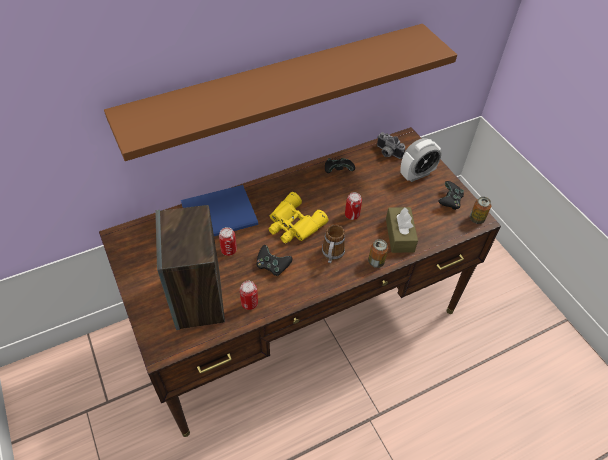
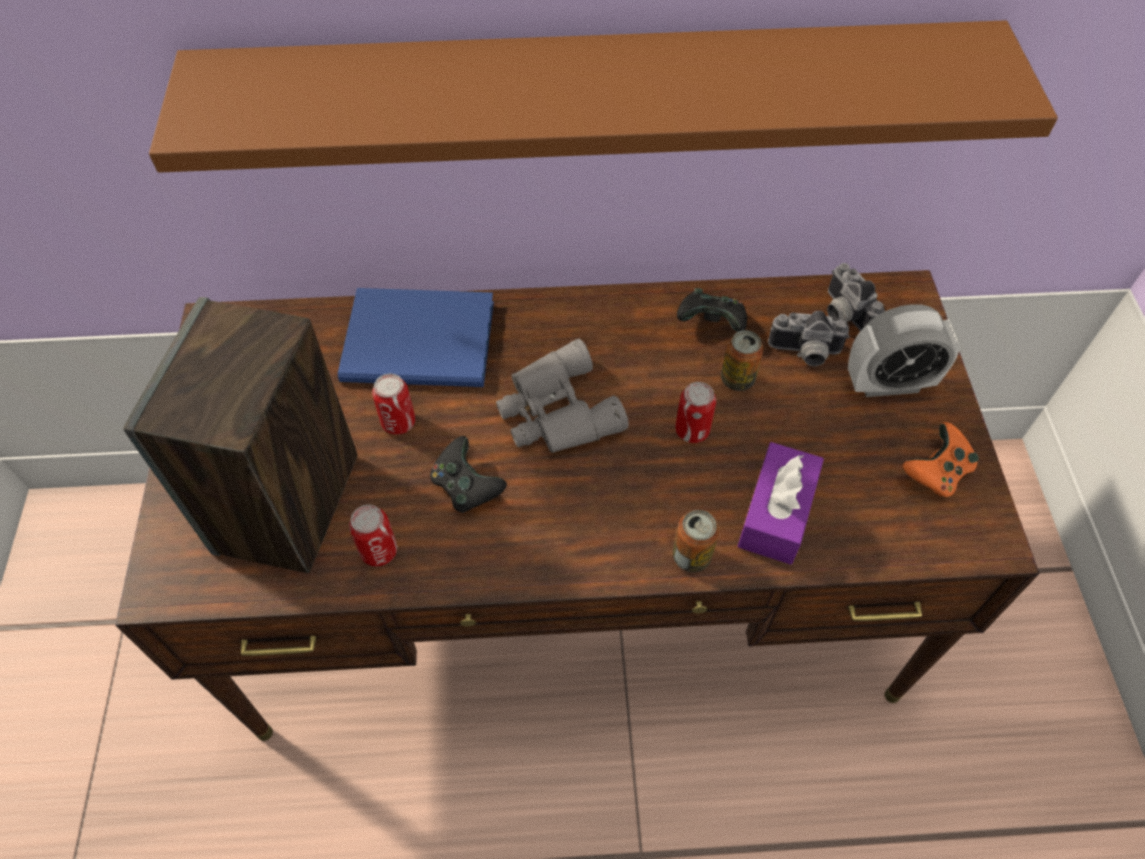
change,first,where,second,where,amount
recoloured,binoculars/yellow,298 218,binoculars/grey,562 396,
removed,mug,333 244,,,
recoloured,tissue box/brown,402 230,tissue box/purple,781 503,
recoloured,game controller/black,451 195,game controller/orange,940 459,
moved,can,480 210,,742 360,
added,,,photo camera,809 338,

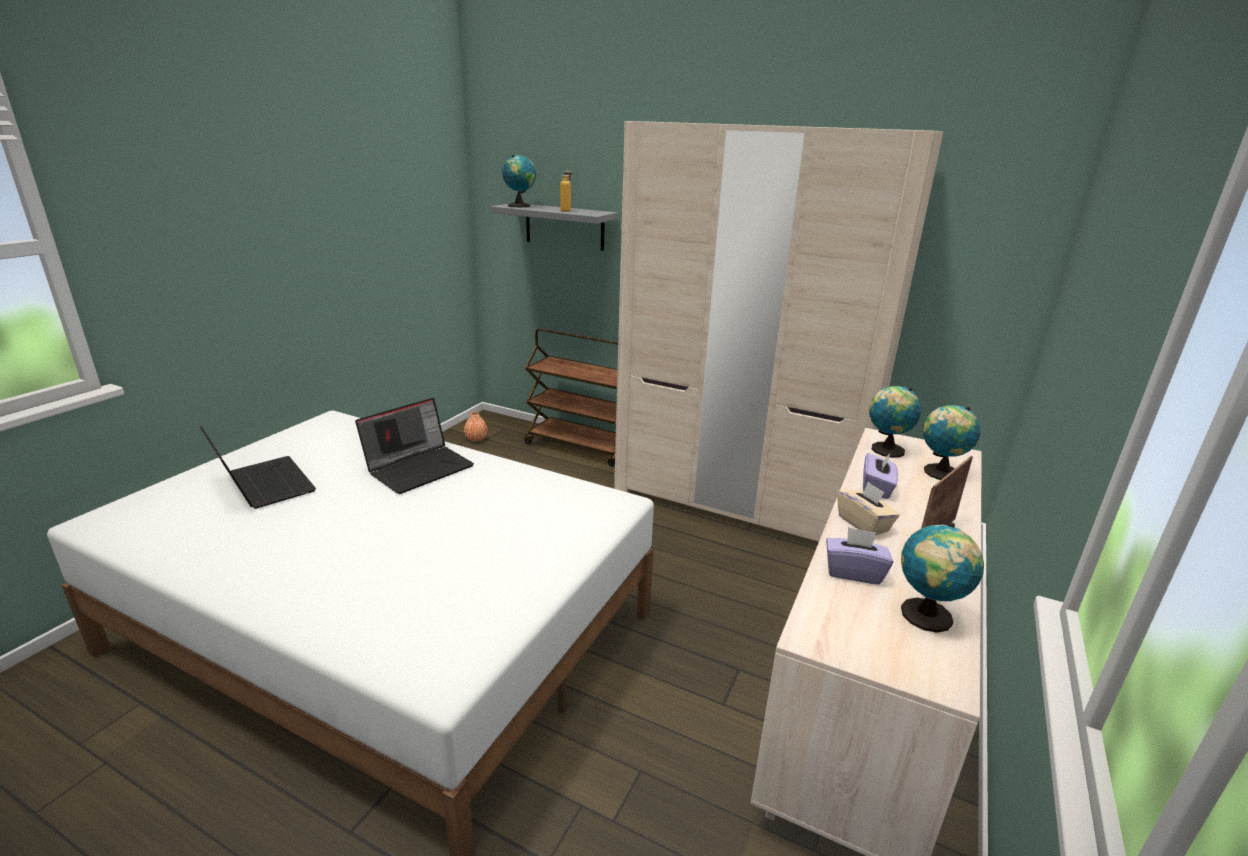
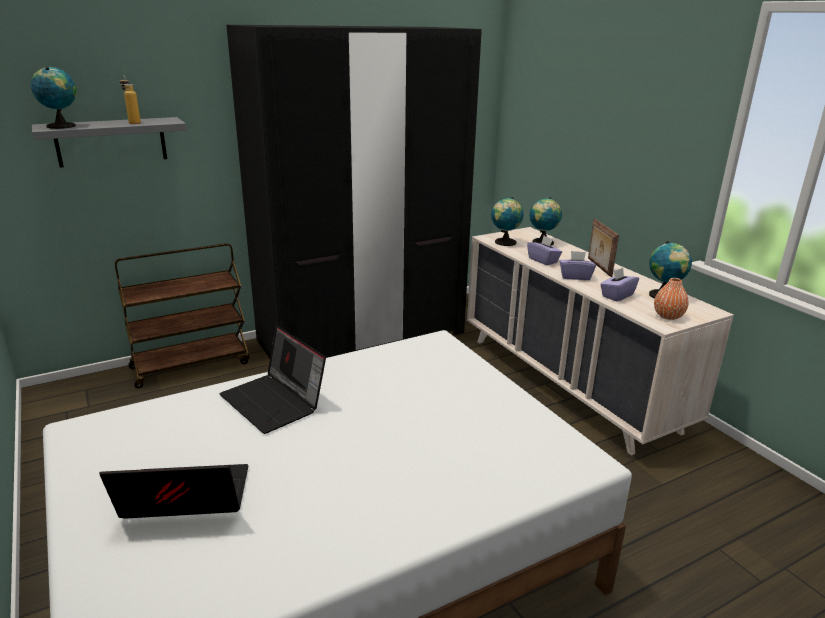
change,first,where,second,where,amount
turned,laptop,414 446,,272 379,150 degrees clockwise
moved,vase/orange,475 427,,671 299,
recoloured,wardrobe/beige,778 331,wardrobe/black,354 192,
recoloured,tissue box/beige,868 508,tissue box/purple,578 265,

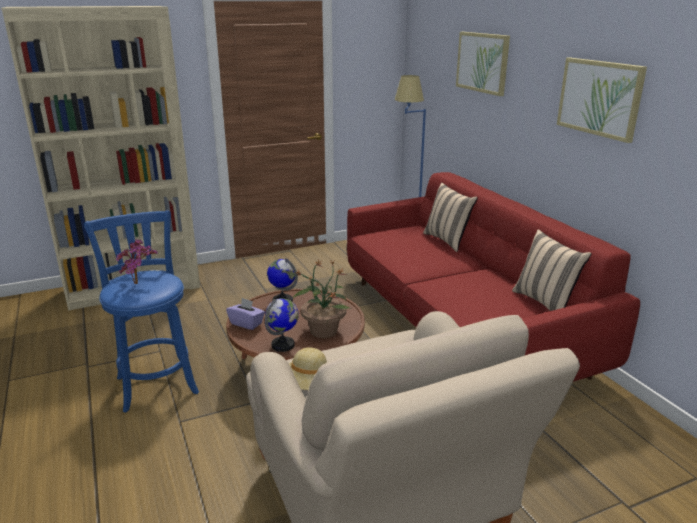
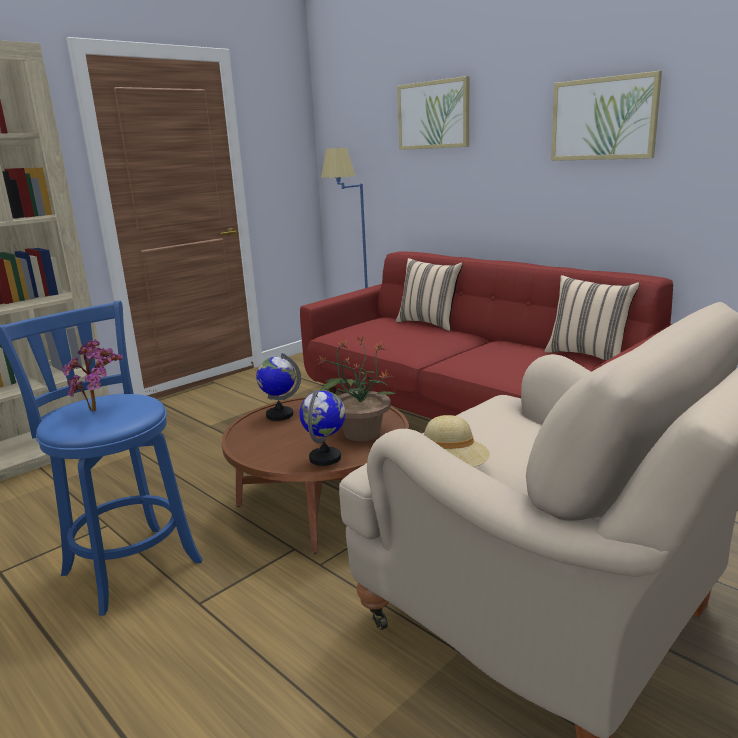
change,first,where,second,where,amount
removed,tissue box/purple,245 314,,,

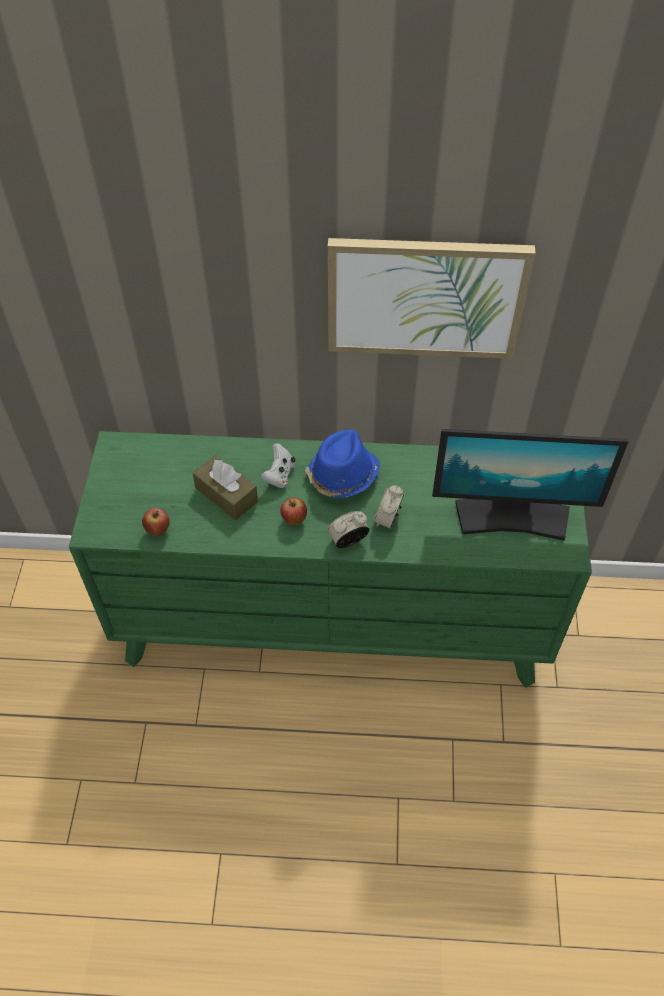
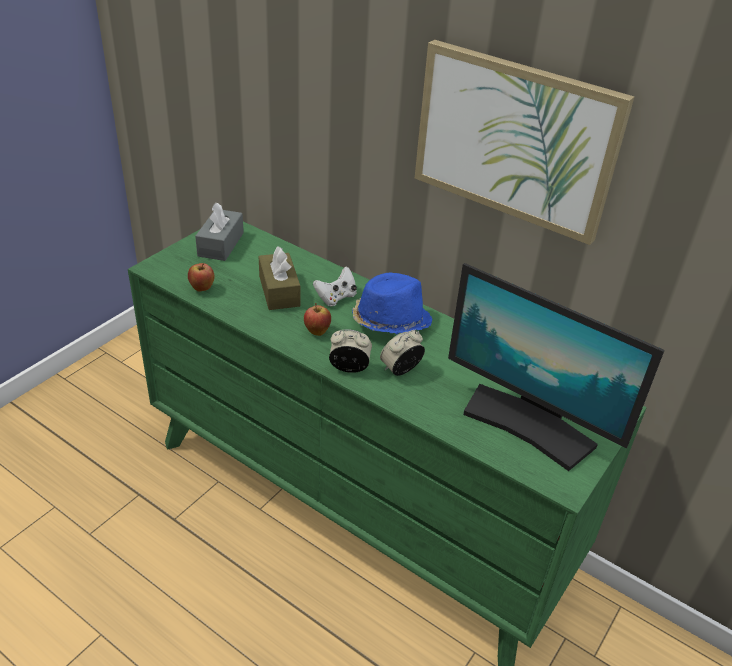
change,first,where,second,where,amount
added,,,tissue box/grey,219 231,

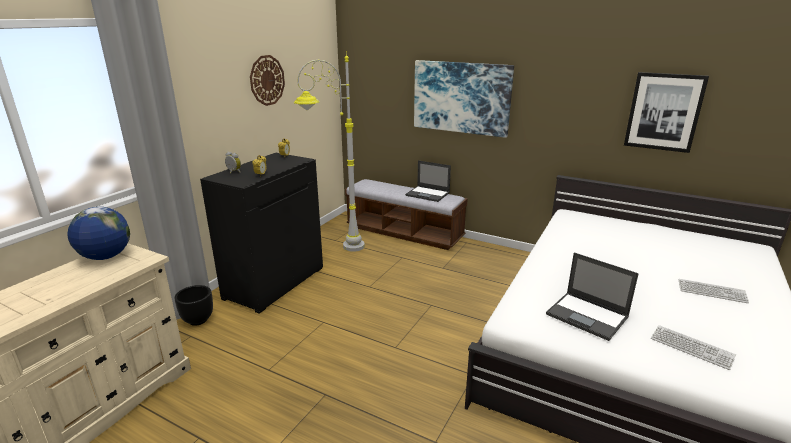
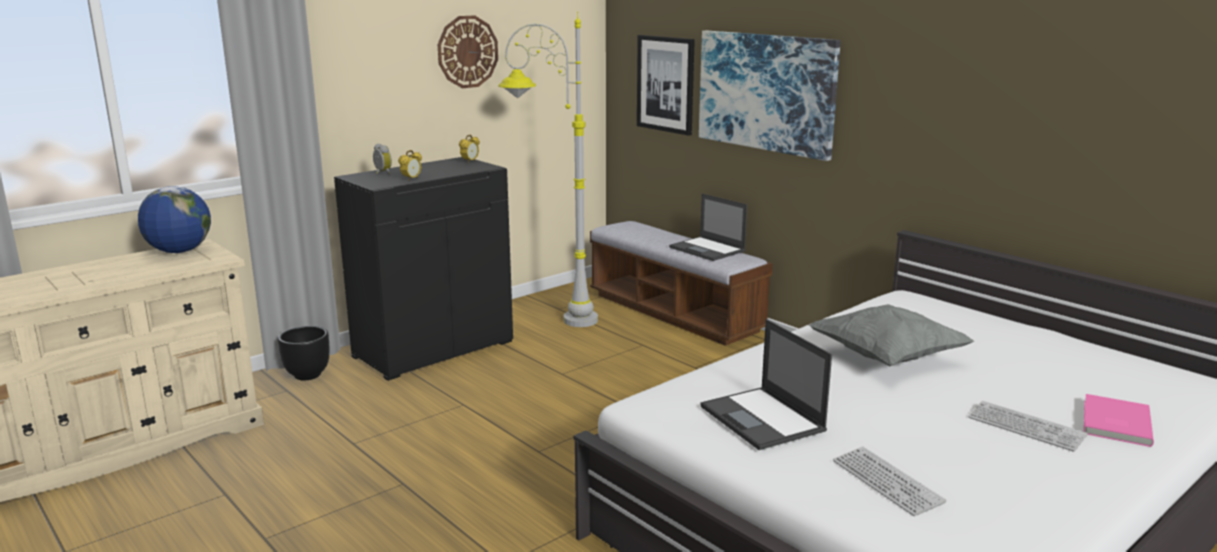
change,first,where,second,where,amount
moved,picture,666 112,,666 85,
added,,,pillow/grey,891 335,
added,,,book/pink,1119 420,

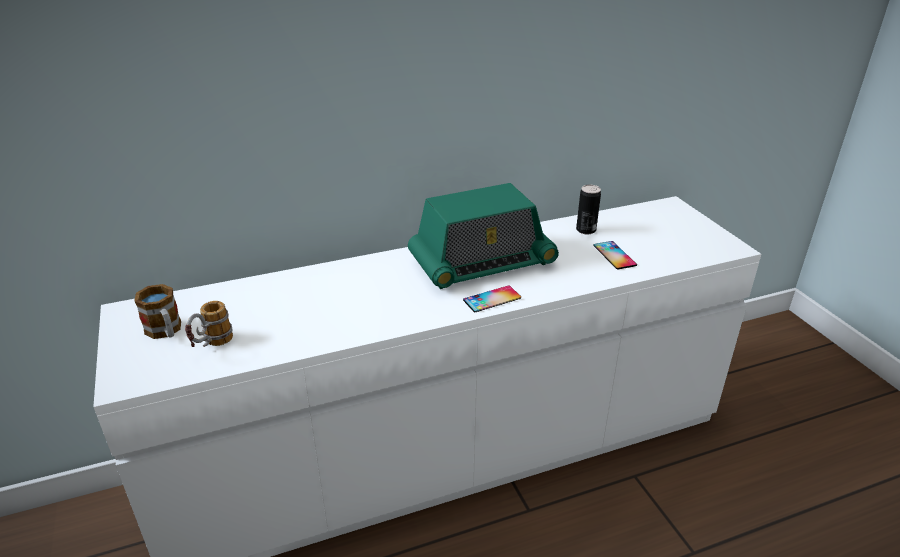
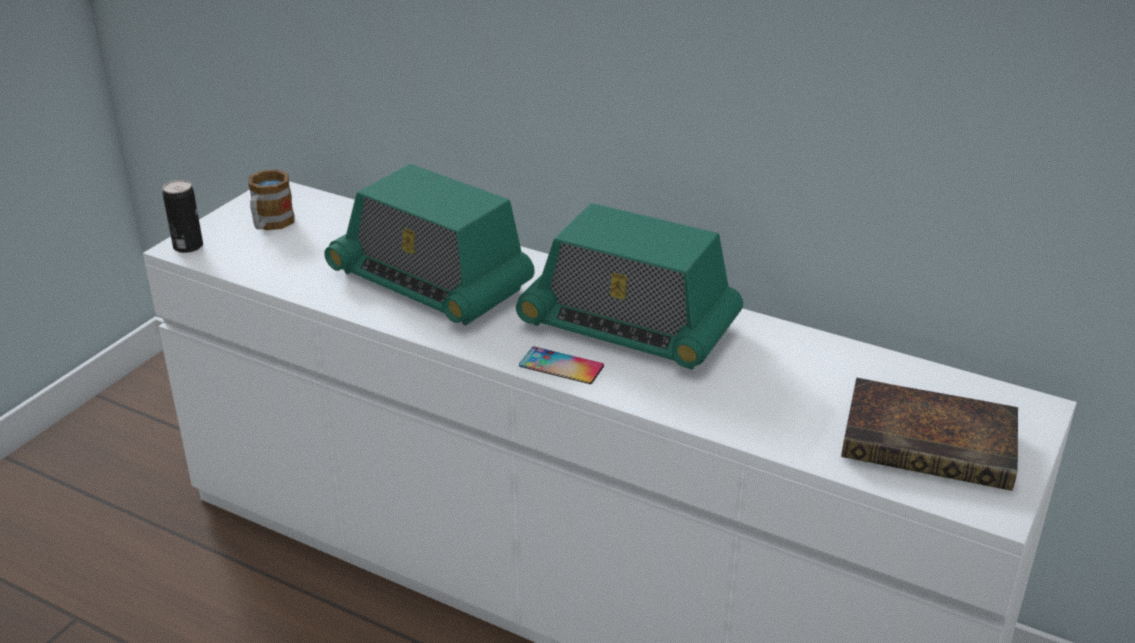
change,first,where,second,where,amount
removed,mug,209 324,,,
moved,can,588 209,,183 216,
removed,phone,615 255,,,
added,,,radio,429 244,
added,,,book,929 434,

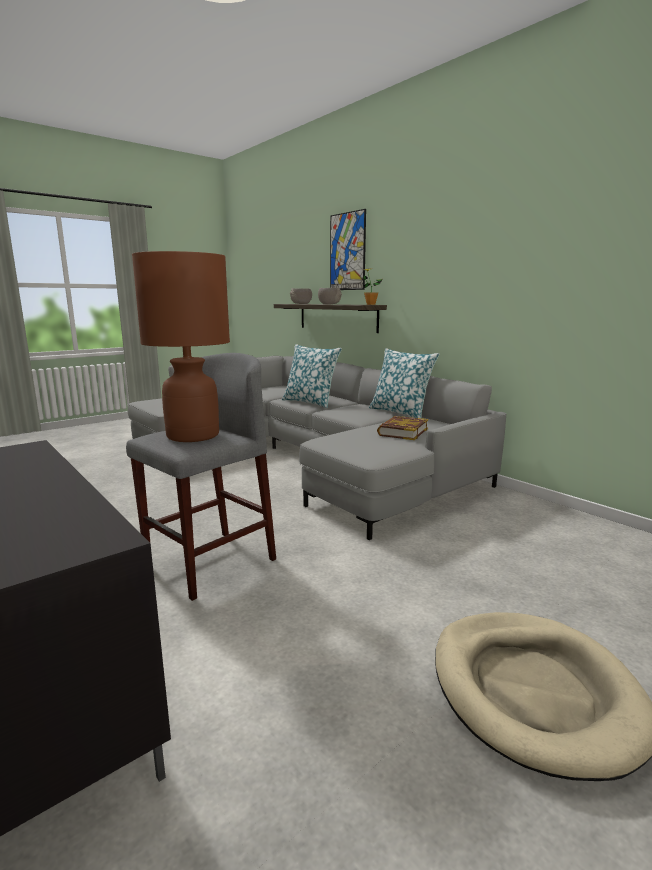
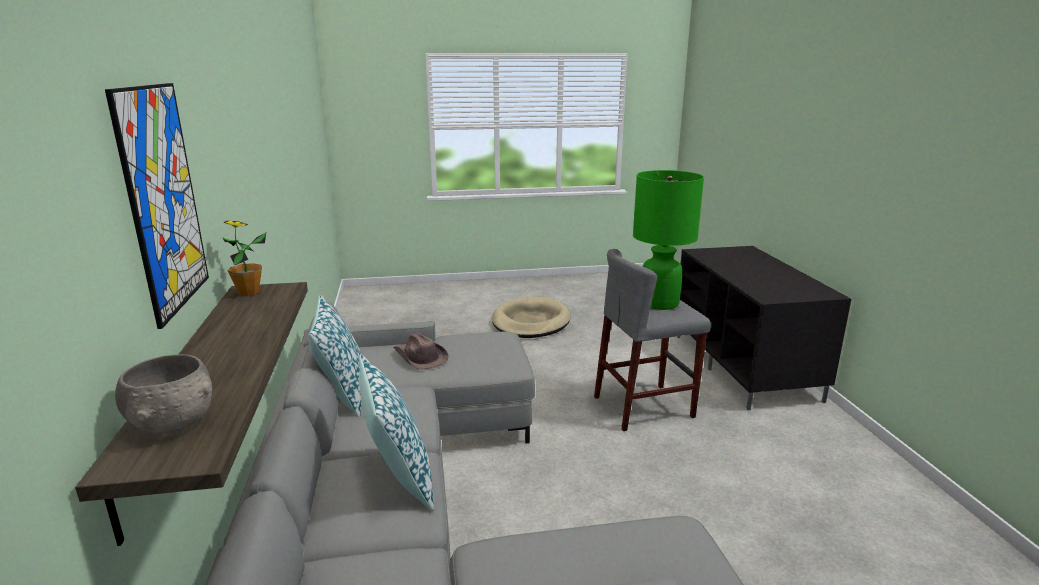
change,first,where,second,where,amount
recoloured,table lamp/brown,181 346,table lamp/green,668 240,
removed,bowl/grey,330 295,,,
replaced,book,402 428,hat/brown,421 351,

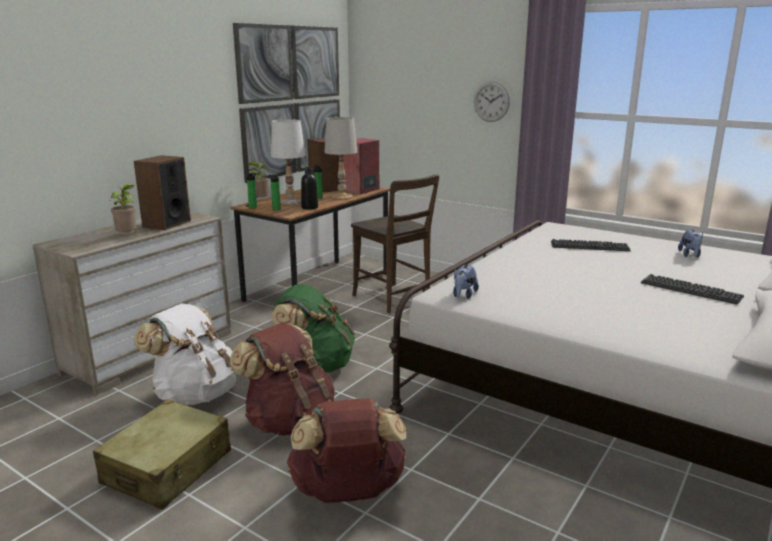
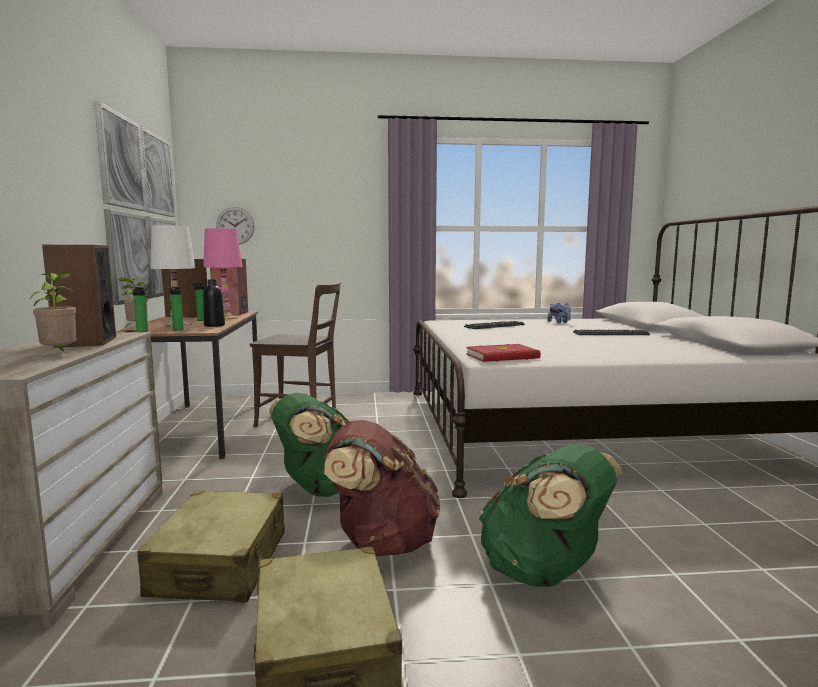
change,first,where,second,where,amount
replaced,backpack/white,185 354,suitcase/beige,210 547,
recoloured,backpack/brown,347 450,backpack/green,550 515,
recoloured,table lamp/white,341 158,table lamp/pink,222 273,
replaced,plush toy,466 281,book/red,503 353,
moved,wall clock,492 101,,235 226,

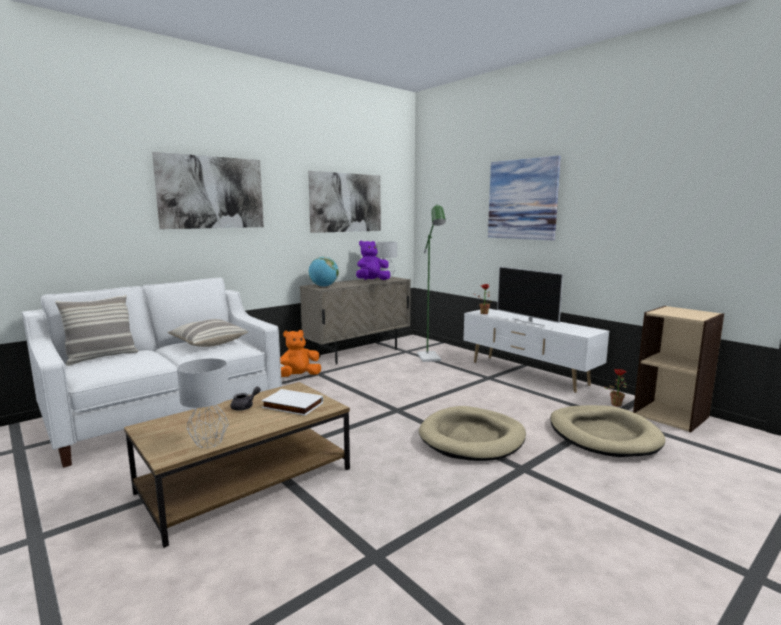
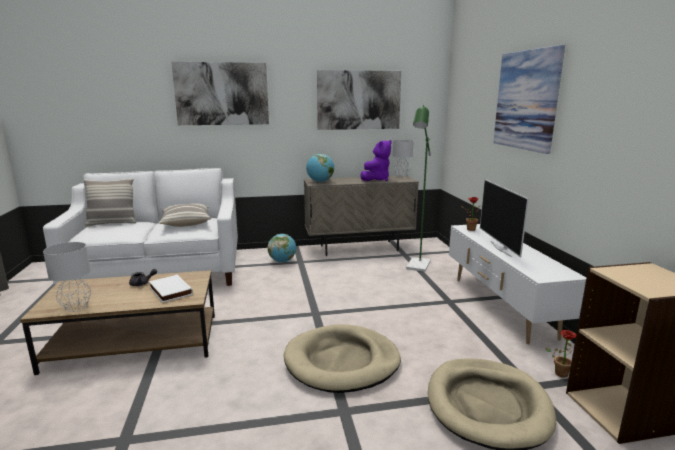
change,first,where,second,where,amount
replaced,plush toy/orange,300 353,globe,282 248,
turned,plush toy/purple,373 260,,375 160,135 degrees clockwise

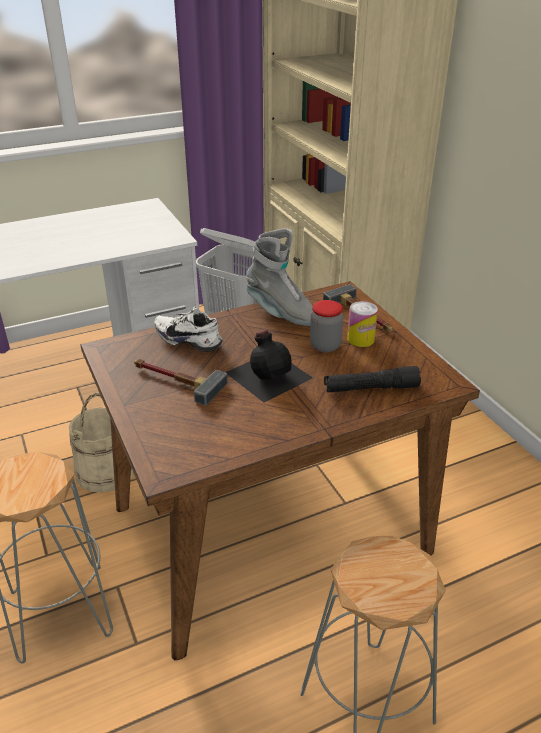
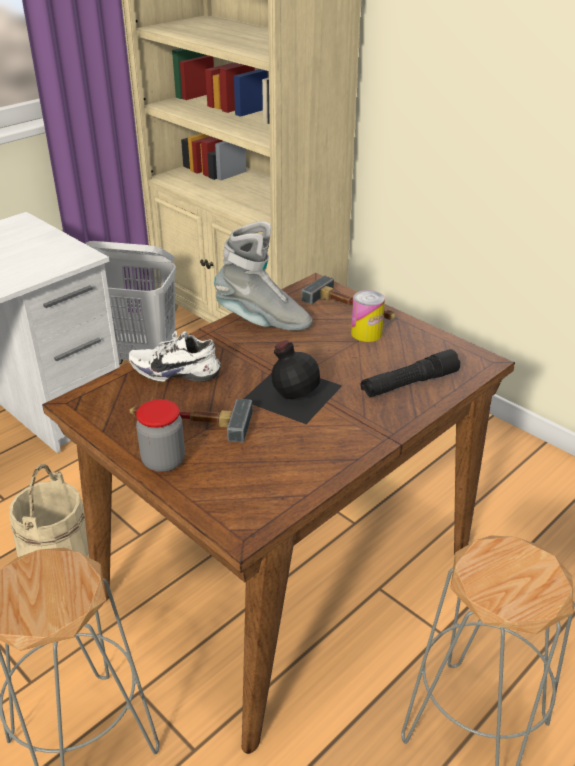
change,first,where,second,where,amount
moved,jar,326 326,,160 435,

